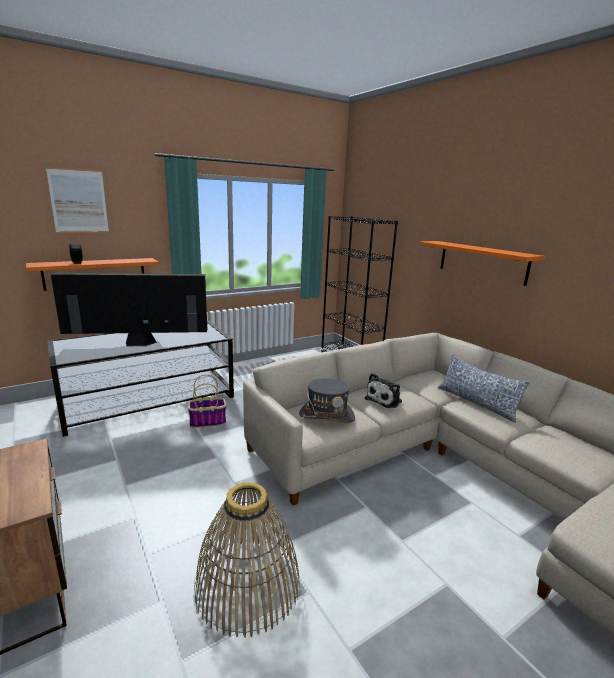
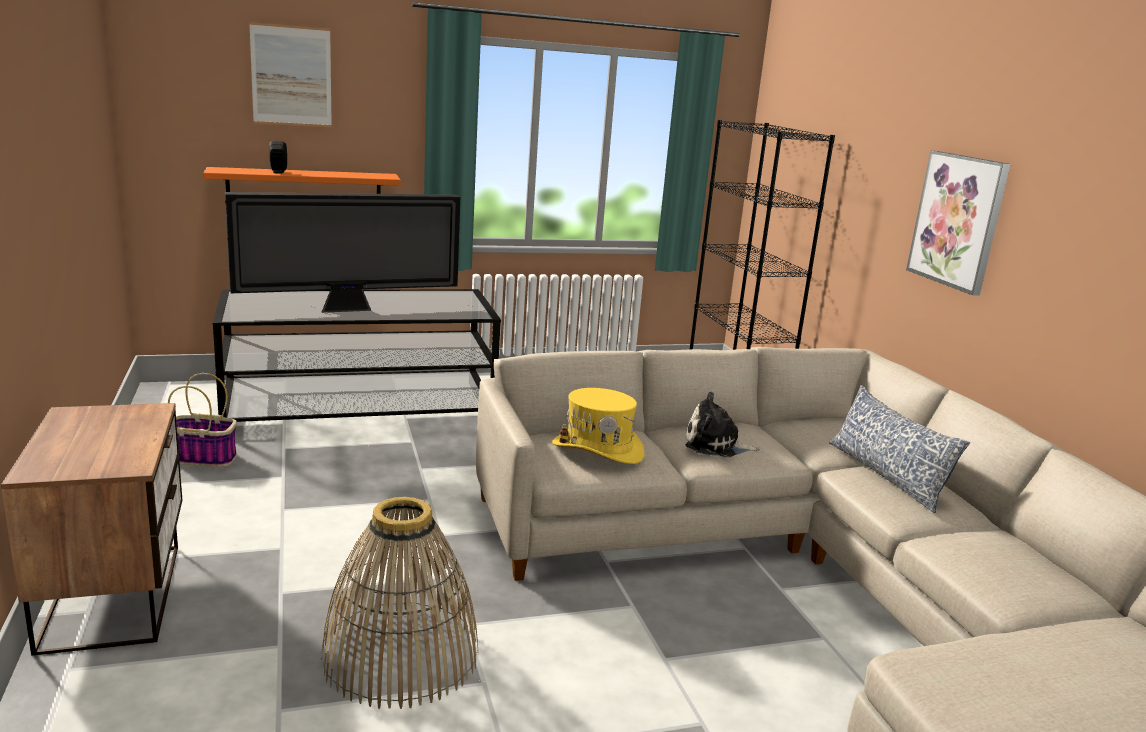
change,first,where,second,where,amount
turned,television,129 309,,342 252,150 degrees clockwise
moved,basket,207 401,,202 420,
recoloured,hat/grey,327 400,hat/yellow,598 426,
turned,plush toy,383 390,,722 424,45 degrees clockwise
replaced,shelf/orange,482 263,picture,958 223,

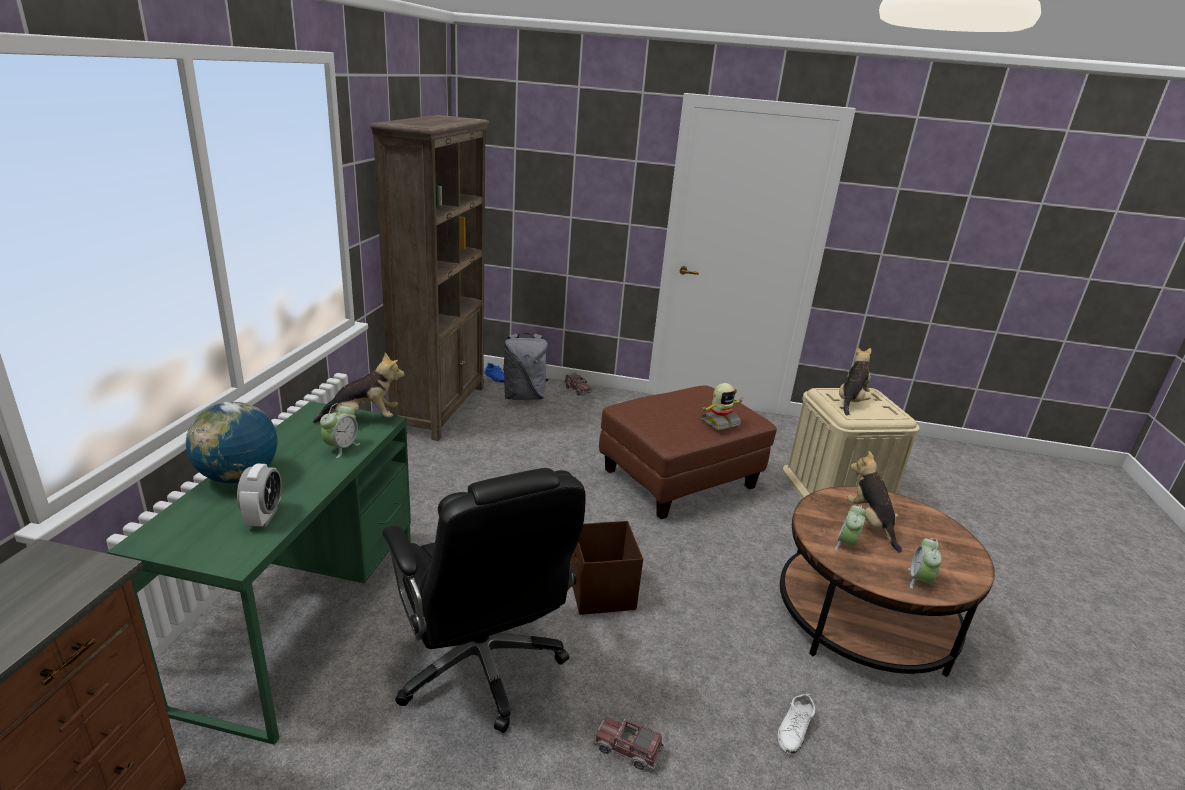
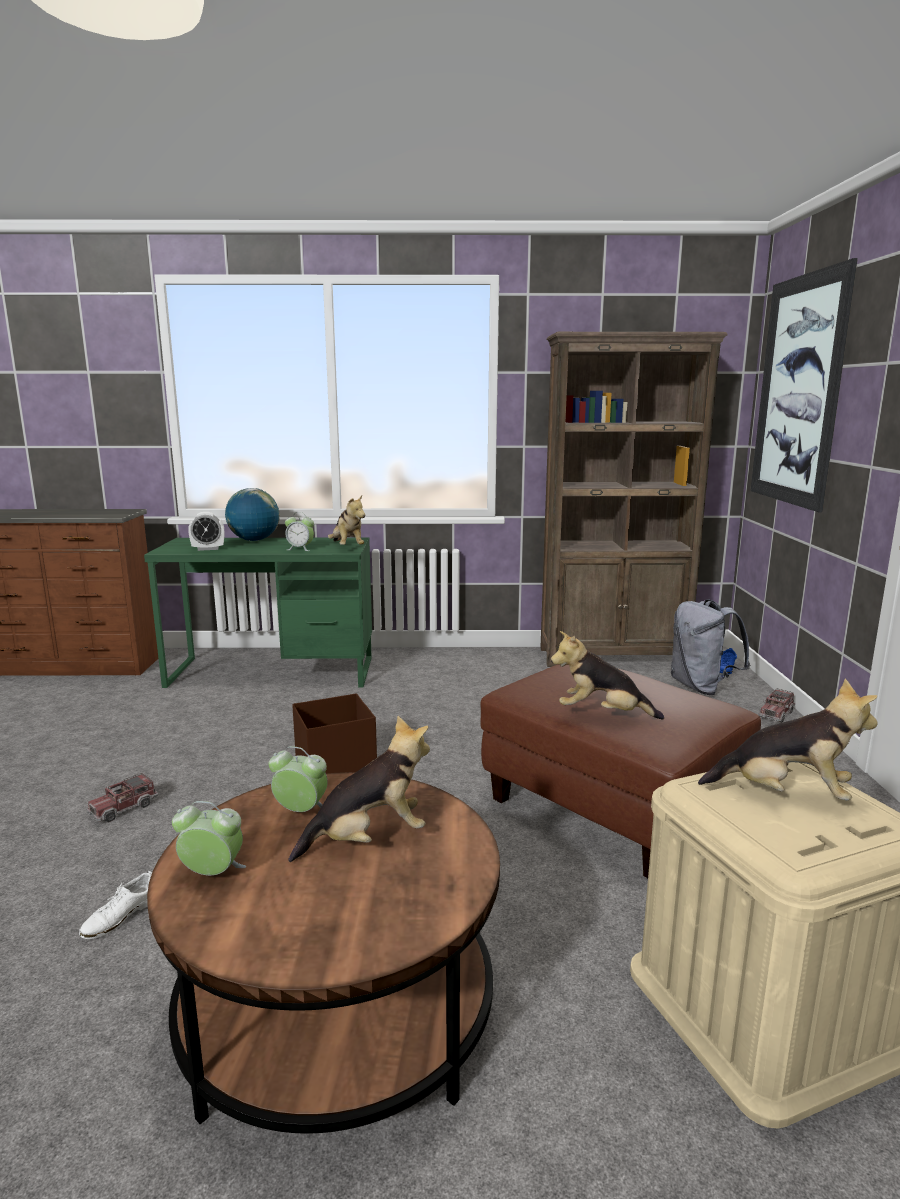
change,first,where,second,where,amount
removed,office chair/black,484 600,,,
turned,toy truck,629 743,,123 797,150 degrees counterclockwise
replaced,toy robot,721 406,plush toy,607 675,
turned,shoe/white,796 724,,115 905,75 degrees counterclockwise
added,,,picture,804 385,

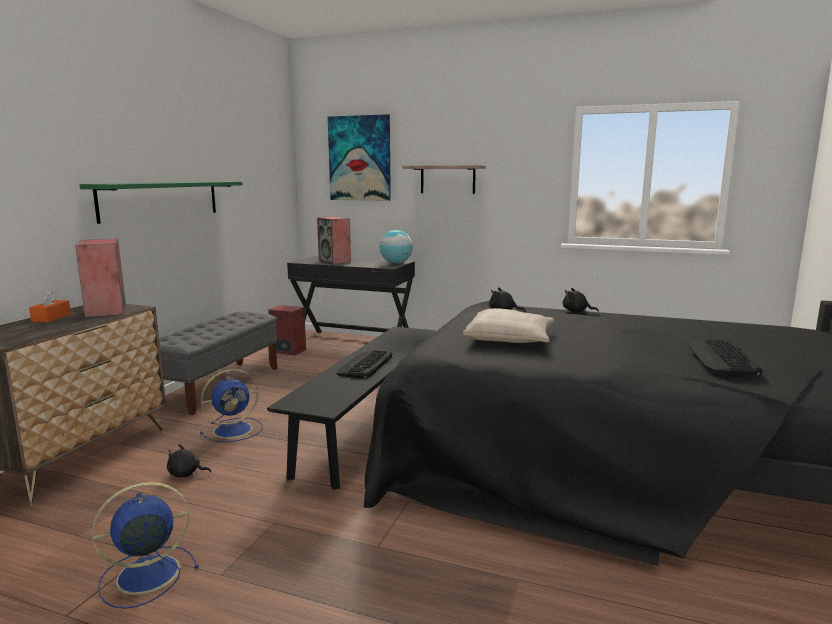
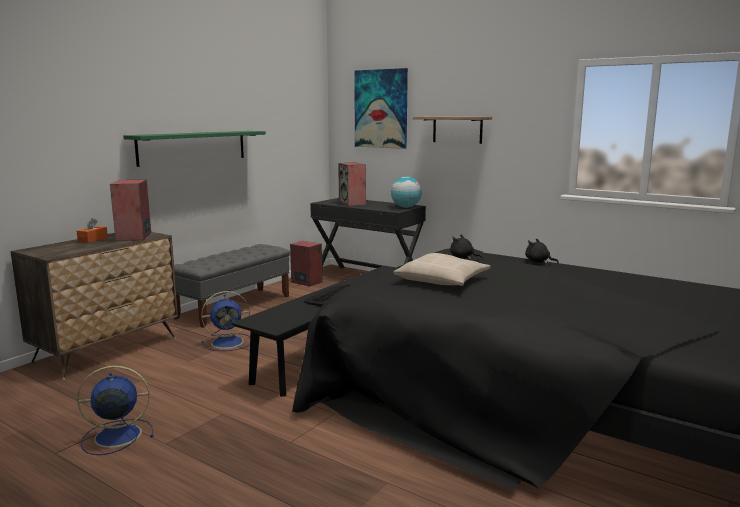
change,first,where,second,where,amount
removed,plush toy/black,189 460,,,
removed,keyboard,726 357,,,

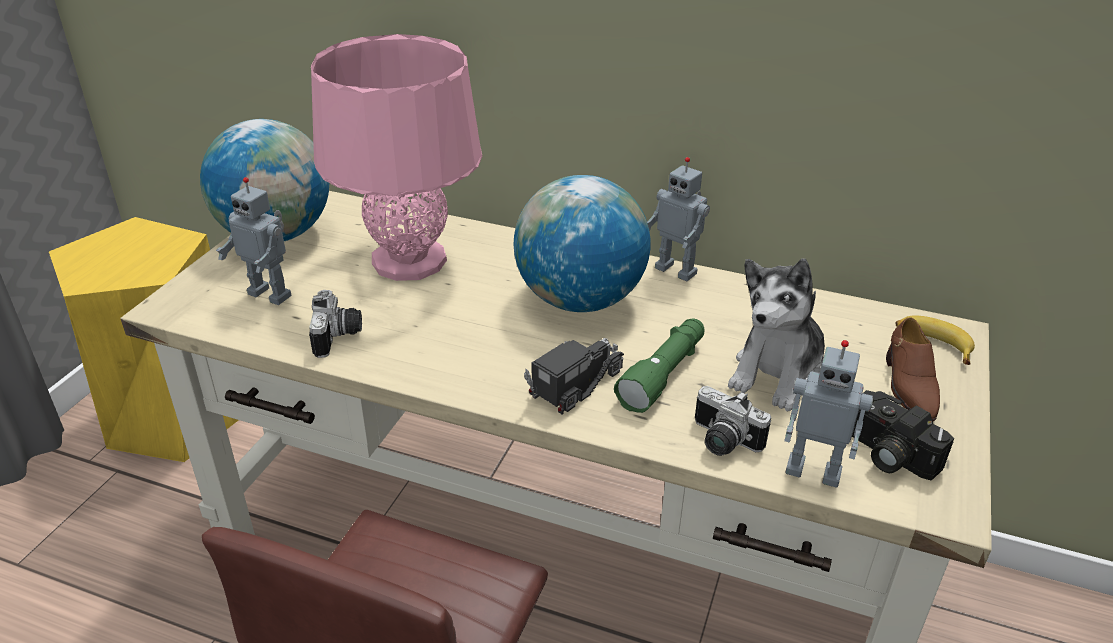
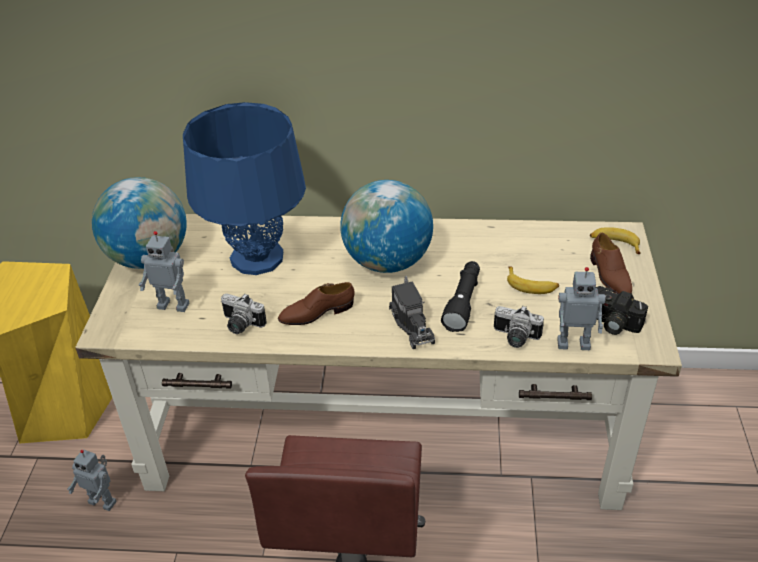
change,first,where,second,where,amount
turned,photo camera,335 324,,244 313,135 degrees clockwise
recoloured,table lamp/pink,396 157,table lamp/blue,244 188,
turned,toy truck,574 376,,412 312,135 degrees clockwise
recoloured,flashlight/green,659 366,flashlight/black,460 296,
moved,toy robot,678 219,,92 480,
replaced,plush toy,776 335,banana,533 280,
added,,,shoe/brown,316 303,

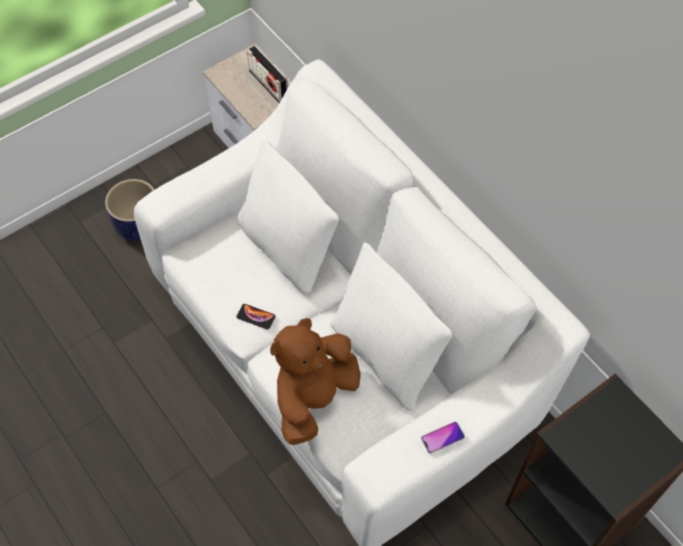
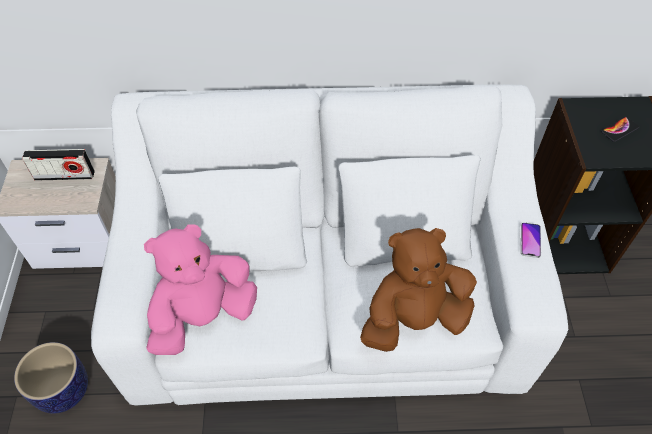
change,first,where,second,where,amount
moved,phone,256 317,,620 129,
turned,plush toy/brown,315 381,,418 290,90 degrees clockwise
added,,,plush toy/pink,200 289,

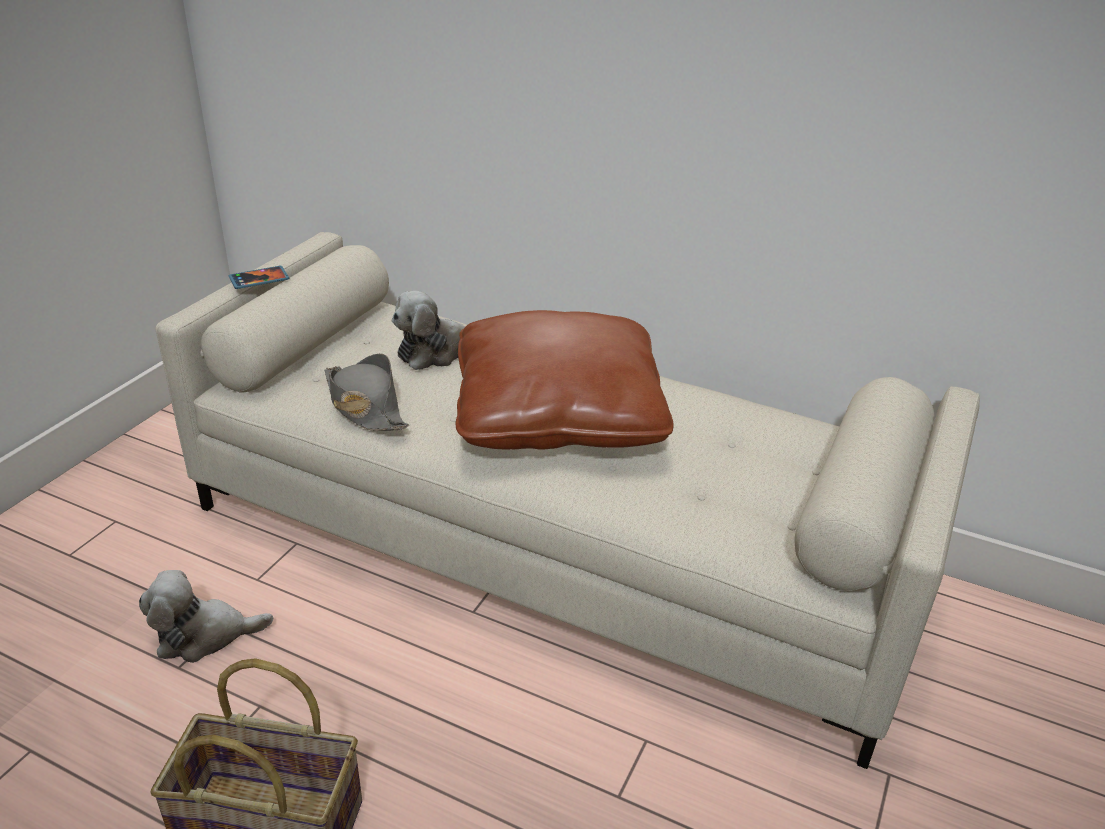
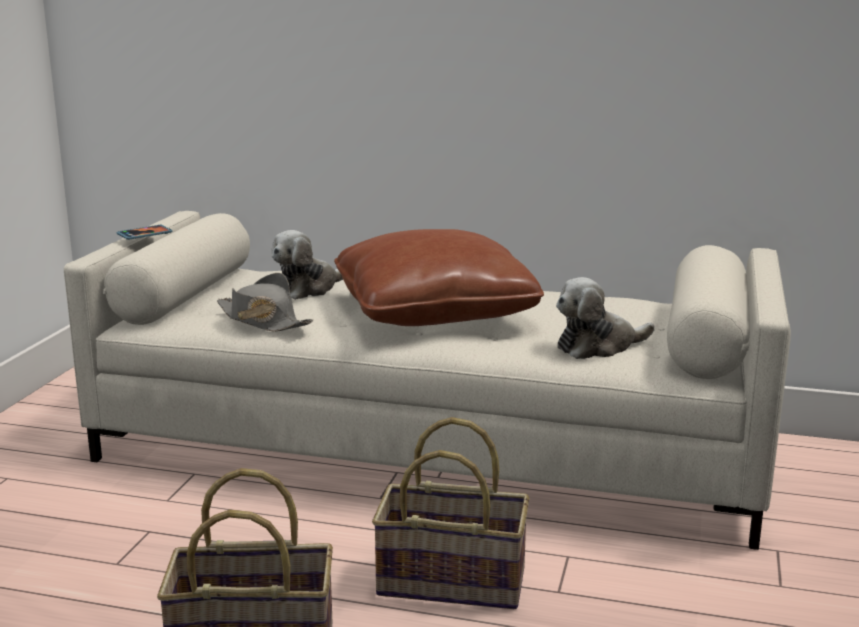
change,first,where,second,where,amount
moved,plush toy,206 616,,605 318,
added,,,basket,450 513,

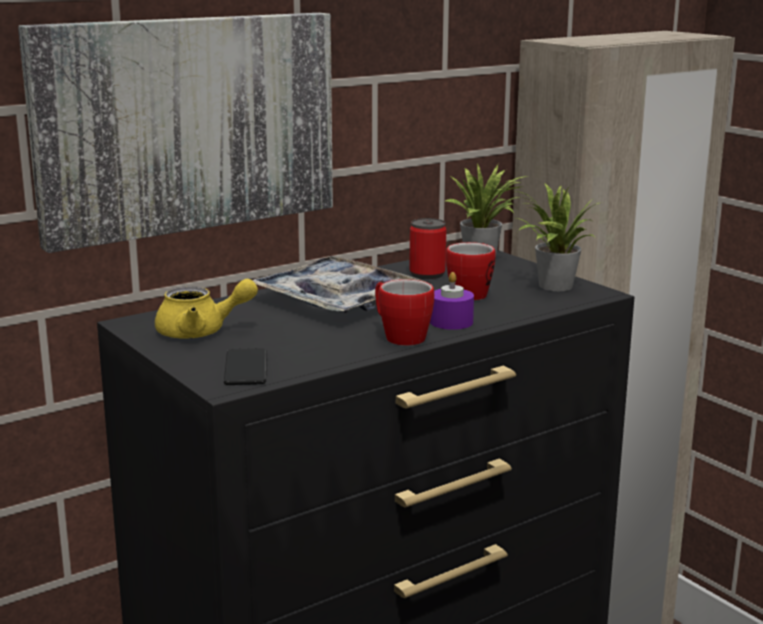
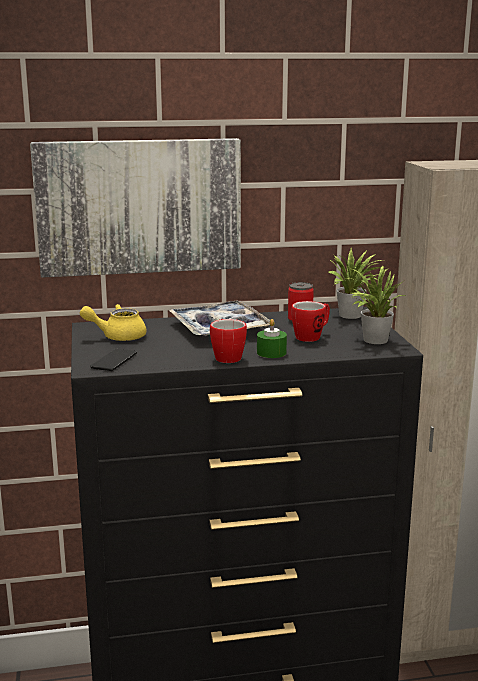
change,first,where,second,where,amount
turned,teapot/yellow,206 309,,113 322,150 degrees clockwise
recoloured,candle/purple,452 301,candle/green,272 338,

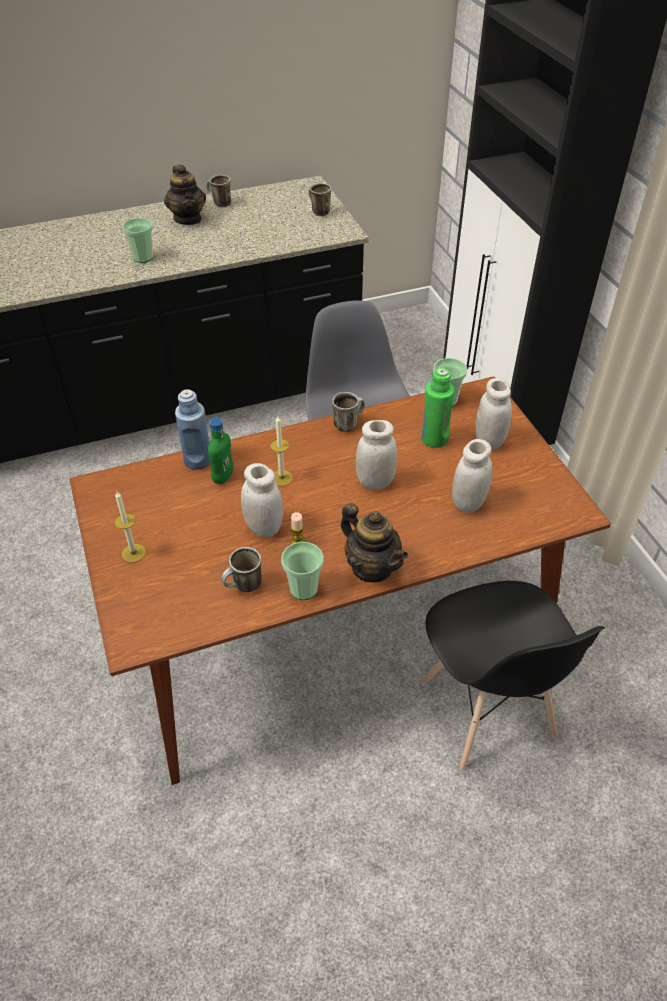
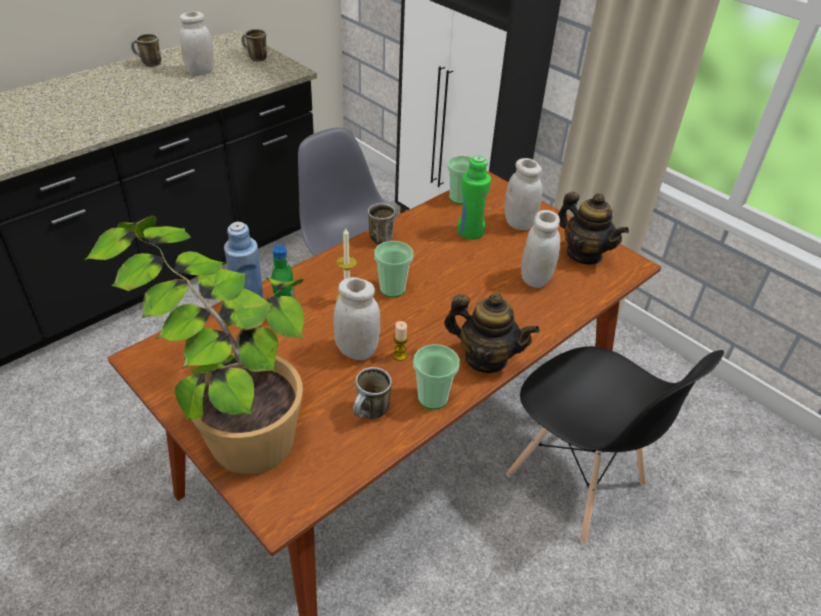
change,first,where,second,where,amount
replaced,candle,130 527,potted plant,194 344,
moved,cup,137 240,,393 269,
moved,teapot,185 195,,593 228,
moved,jar/white,376 455,,197 43,

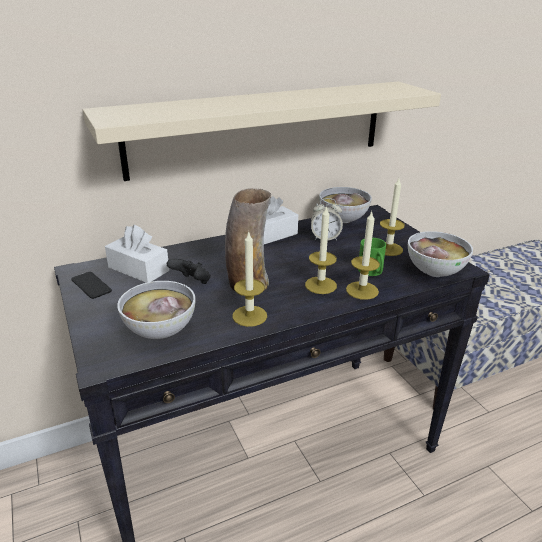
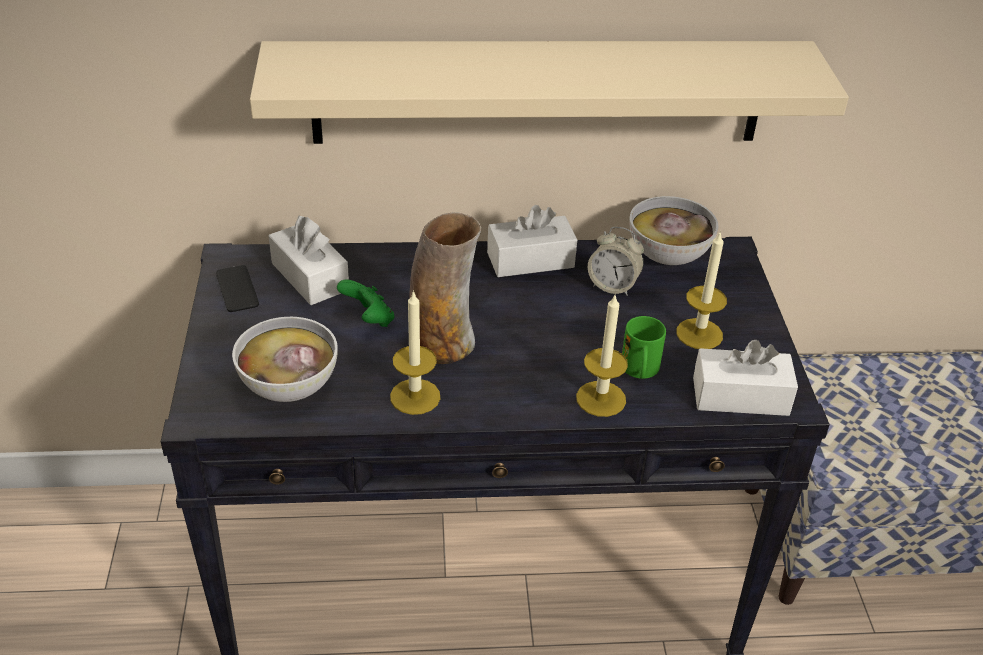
change,first,where,second,where,amount
recoloured,game controller/black,189 271,game controller/green,365 303,
removed,candle,321 250,,,
replaced,bowl,440 254,tissue box/white,745 378,

